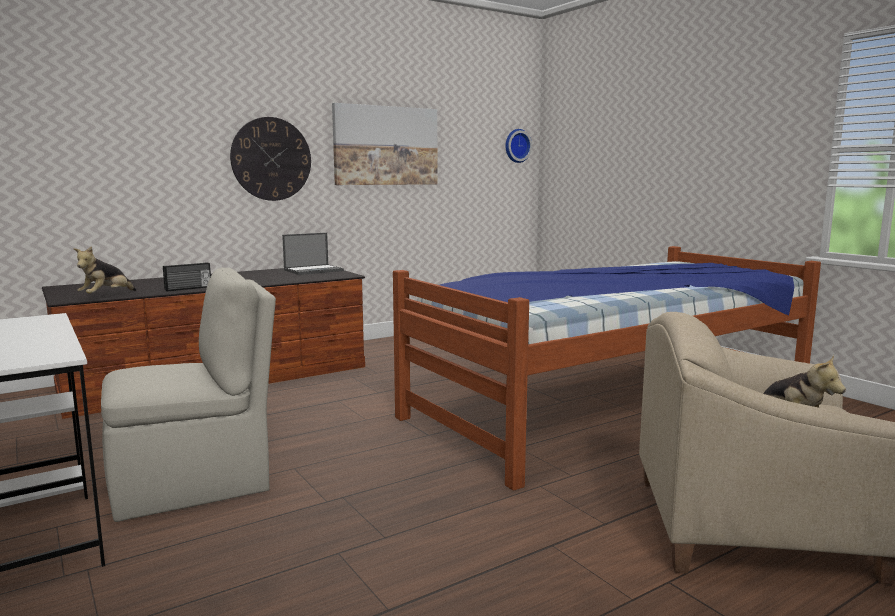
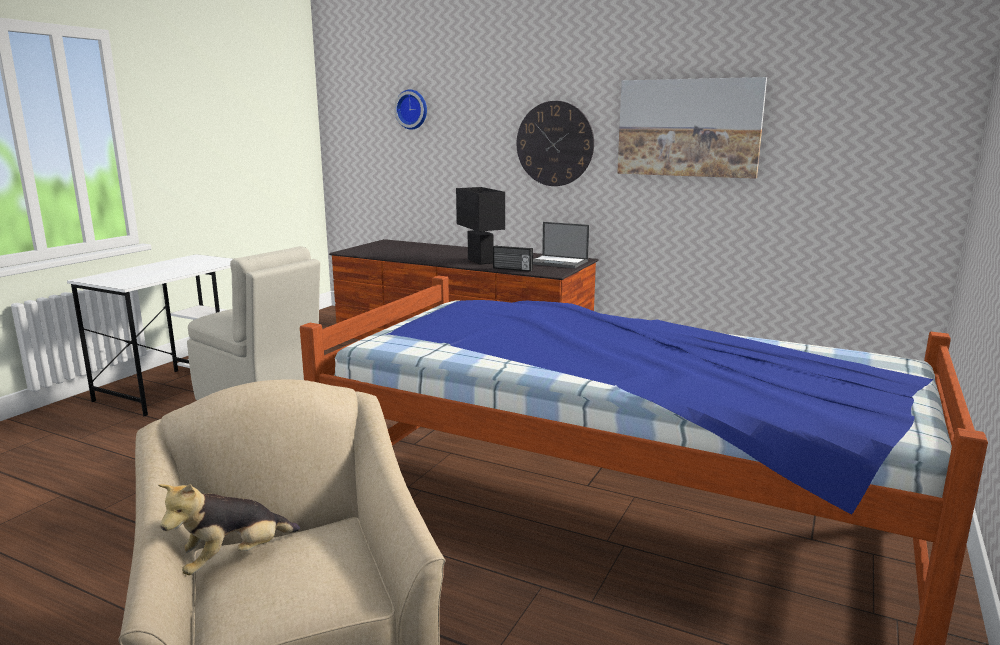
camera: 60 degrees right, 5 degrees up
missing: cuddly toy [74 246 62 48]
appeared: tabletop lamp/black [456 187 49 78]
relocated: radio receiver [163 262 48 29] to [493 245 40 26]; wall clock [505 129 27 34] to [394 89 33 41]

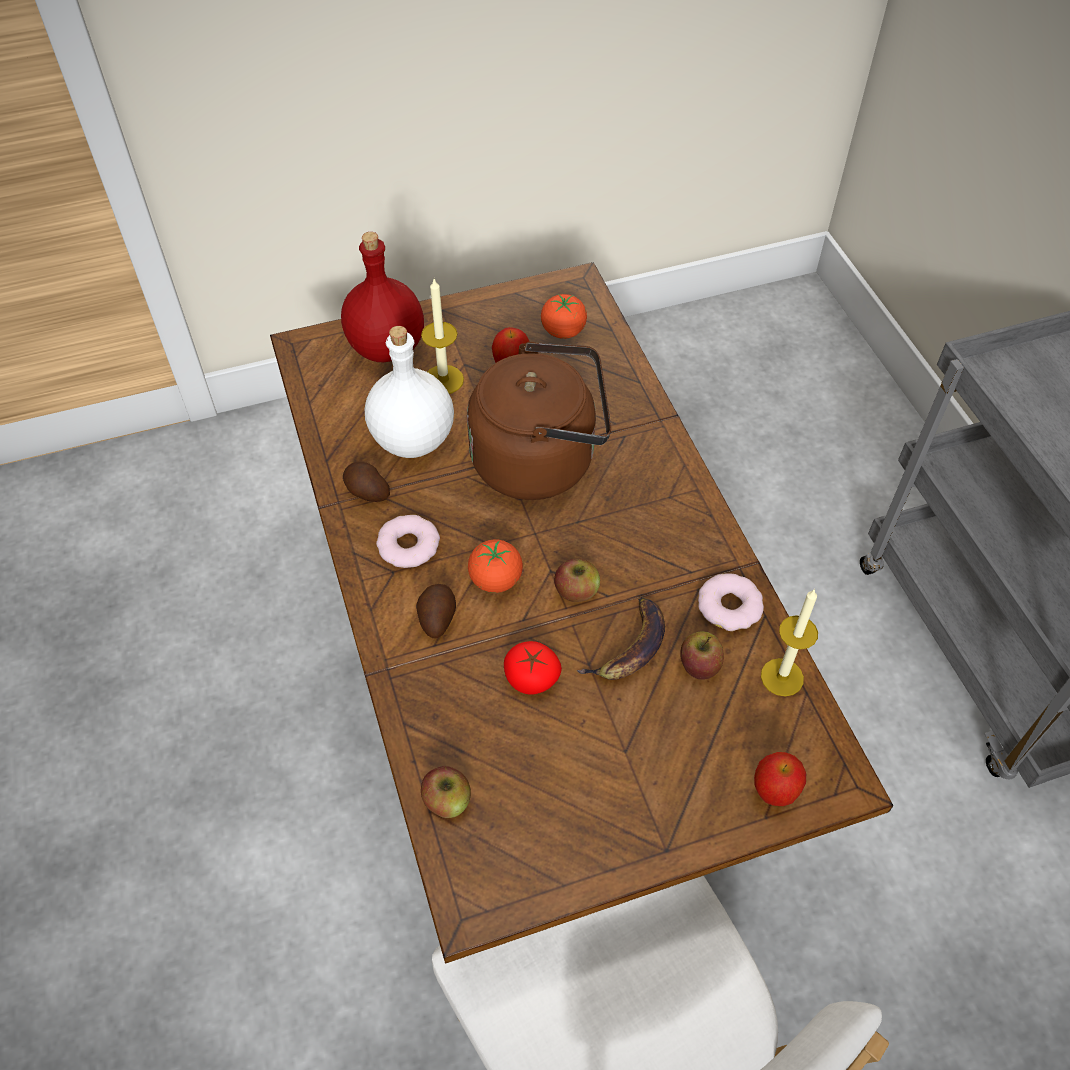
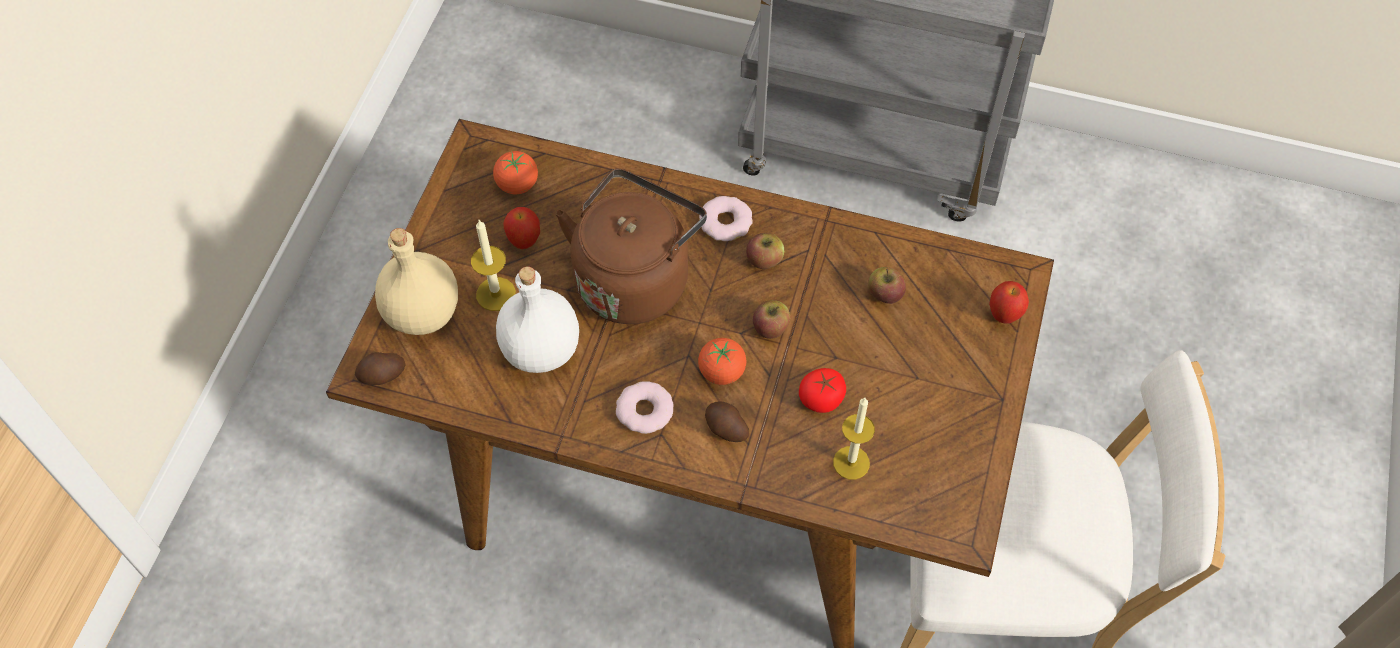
camera: 55 degrees left, 5 degrees up
missing: banana fruit [577 597 88 83]
relocated: potato [343 462 47 40] to [355 352 51 33]; apple [421 766 50 52] to [746 233 38 36]; doughnut [698 573 66 58] to [699 196 54 45]; wax light [761 589 57 107] to [833 398 42 82]
colour: bottle/red-coloured [341 232 83 130] to bottle/sand-coloured [375 228 83 107]

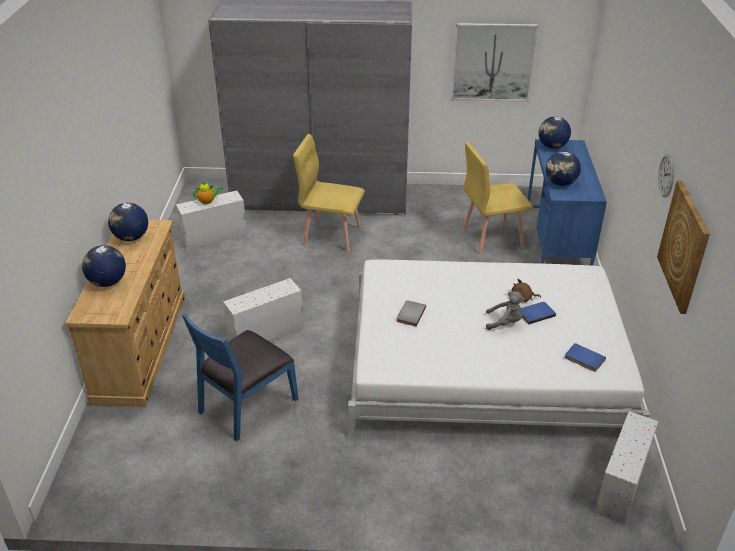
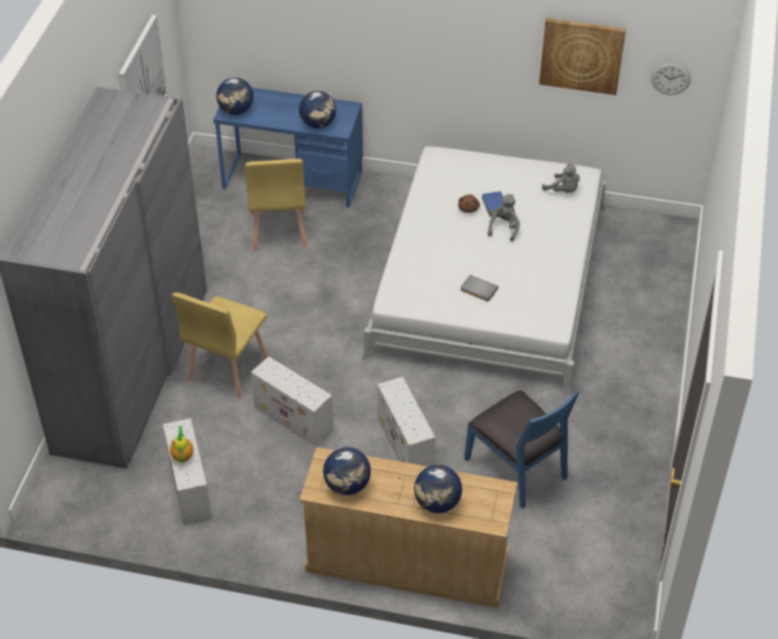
camera: 80 degrees left, 10 degrees up
relocated: storage container/whitish [595 411 63 113] to [251 356 83 91]; wall clock [658 153 16 44] to [651 63 39 32]
exchanged: book/blue [565 343 41 29] to cuddly toy/gray [542 164 38 29]

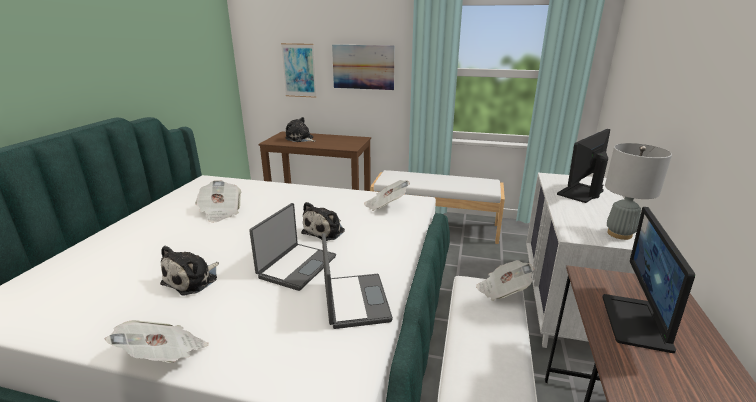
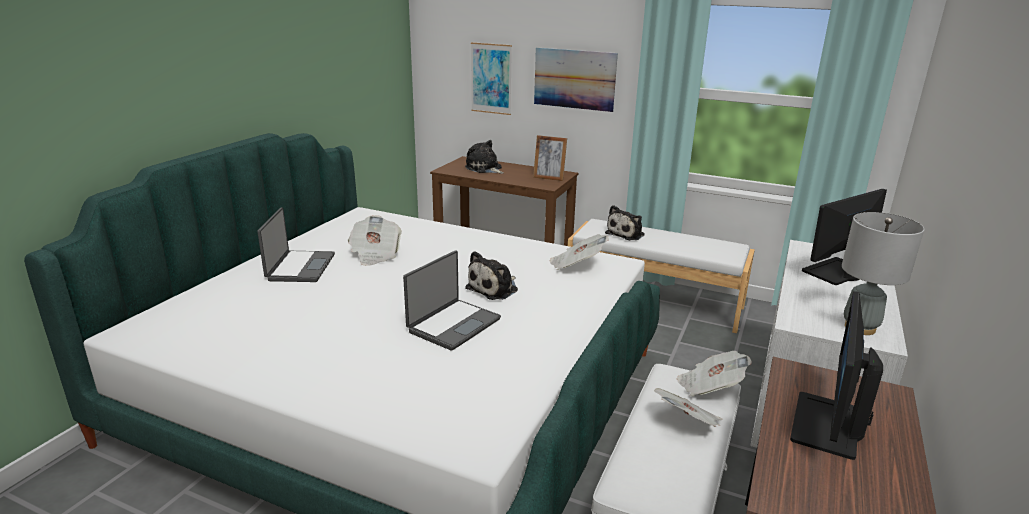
camera: 10 degrees right, 0 degrees up
appeared: photo frame [533 135 34 46]
relocated: newspaper [105 320 104 43] to [654 388 68 39]; cuddly toy [160 245 59 51] to [605 205 40 35]; portable computer [322 233 71 96] to [257 207 78 75]

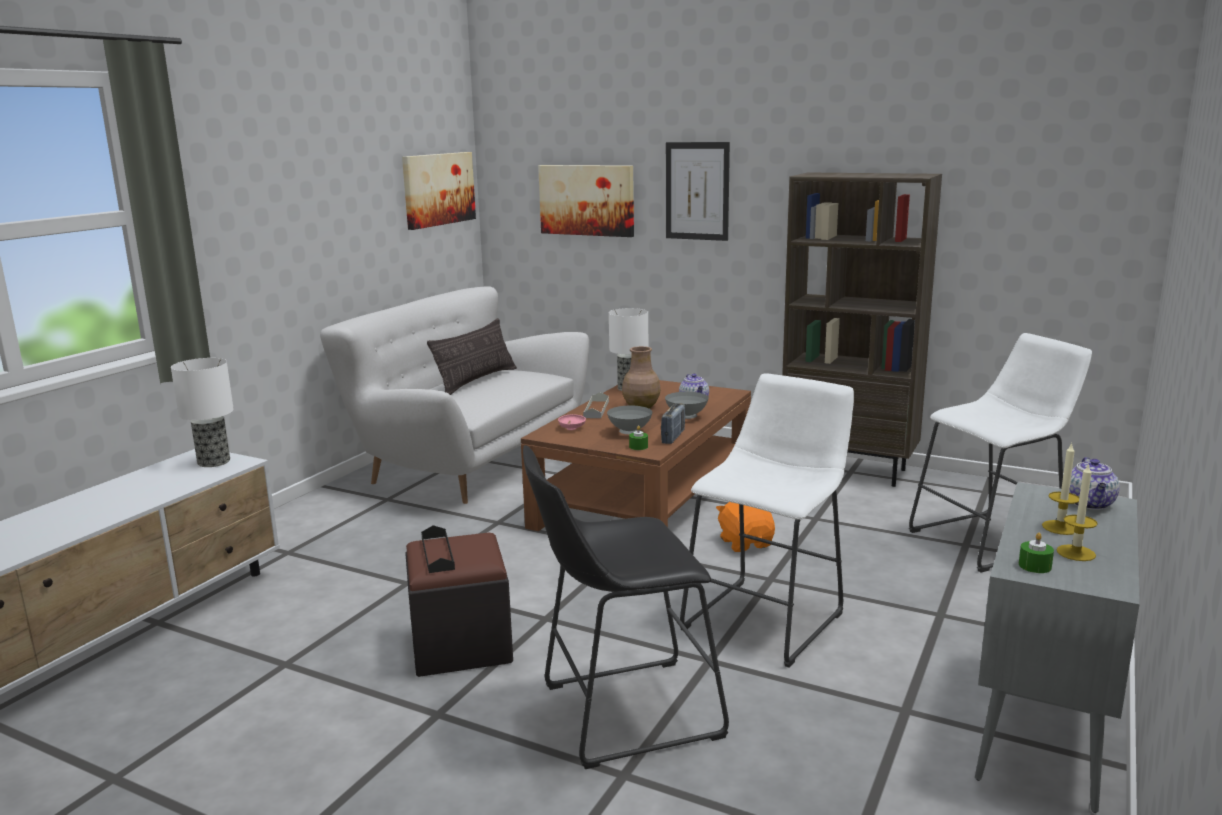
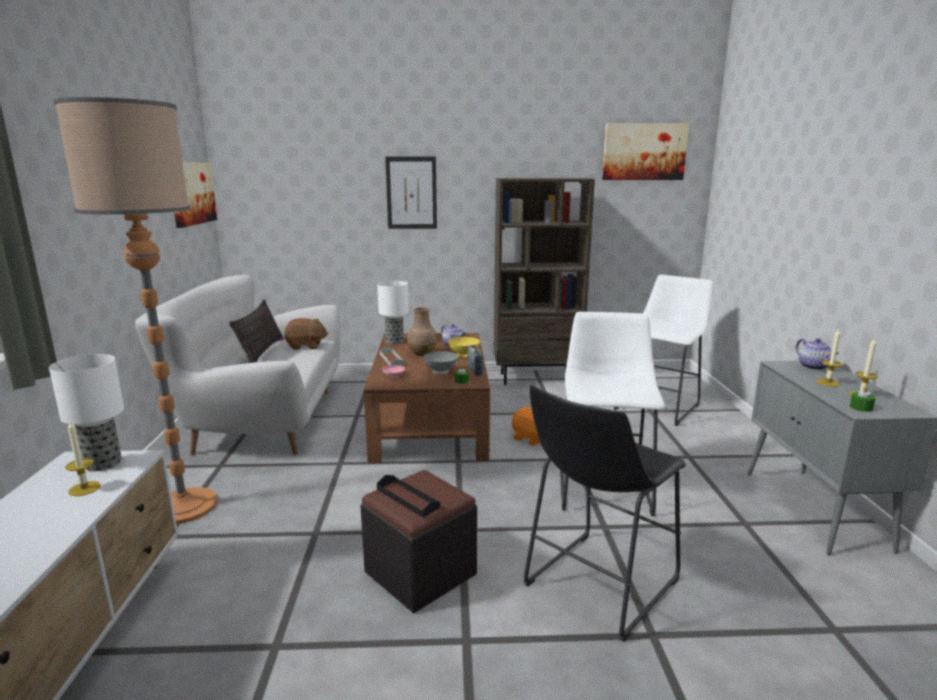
camera: 30 degrees left, 0 degrees up
appeared: standing lamp [53 97 164 427]; wax light [65 421 36 75]; cuddly toy/brownish [284 318 44 32]
relocated: wall art [538 165 96 72] to [602 123 87 57]
colour: serving bowl/gray [665 392 44 27] to serving bowl/yellow-coloured [448 337 32 20]

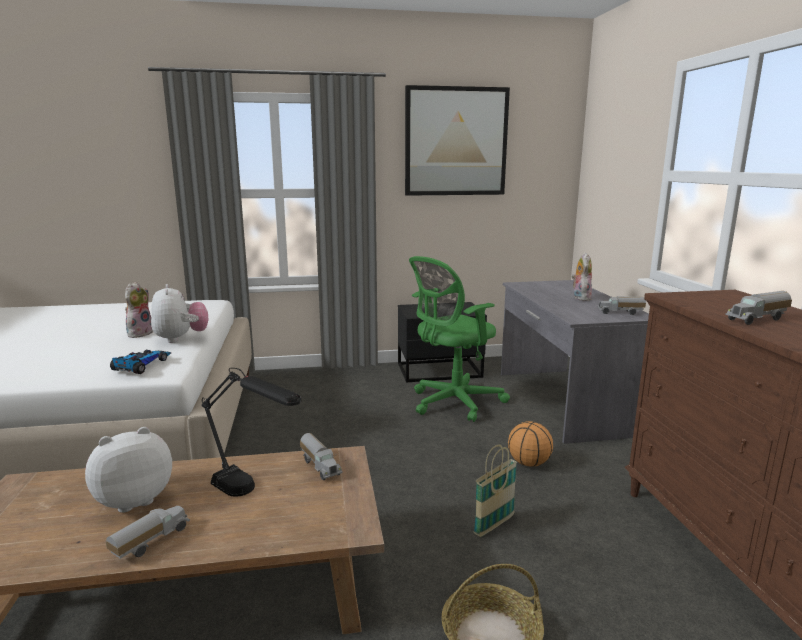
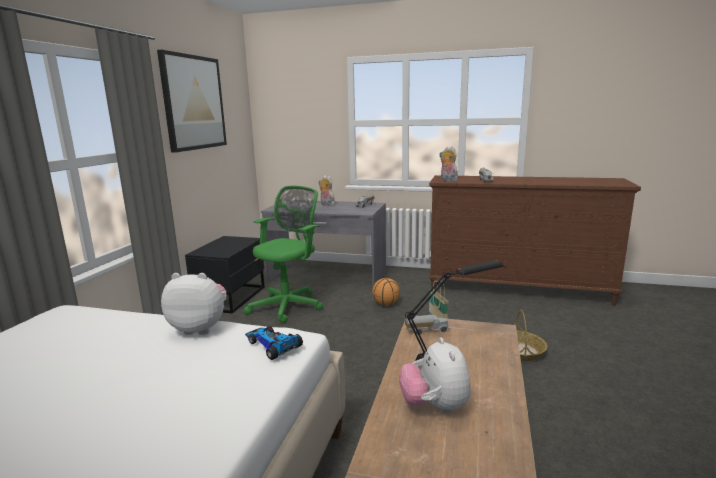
camera: 65 degrees left, 0 degrees up
missing: toy lorry [106 506 84 53]
relocated: cuddly toy [125 282 28 56] to [439 146 19 35]
spun: desk chair/greenish [409 256 101 166] = [243 186 80 137] 135 degrees counterclockwise

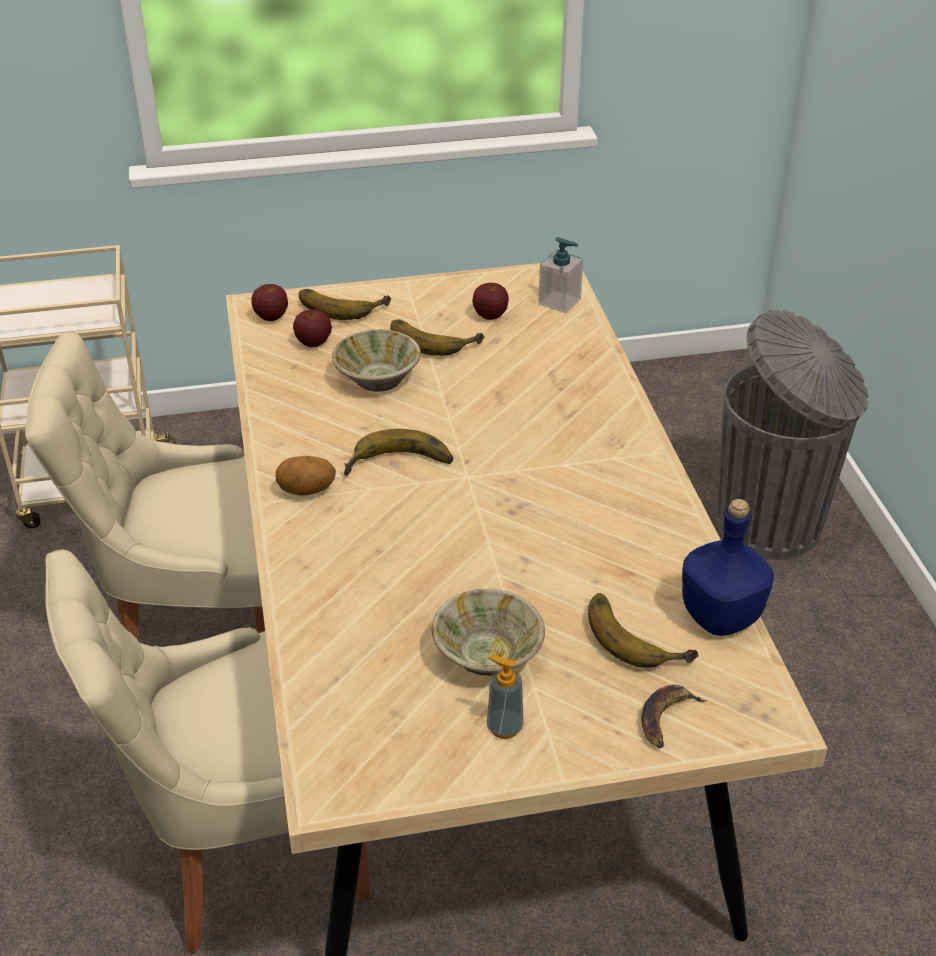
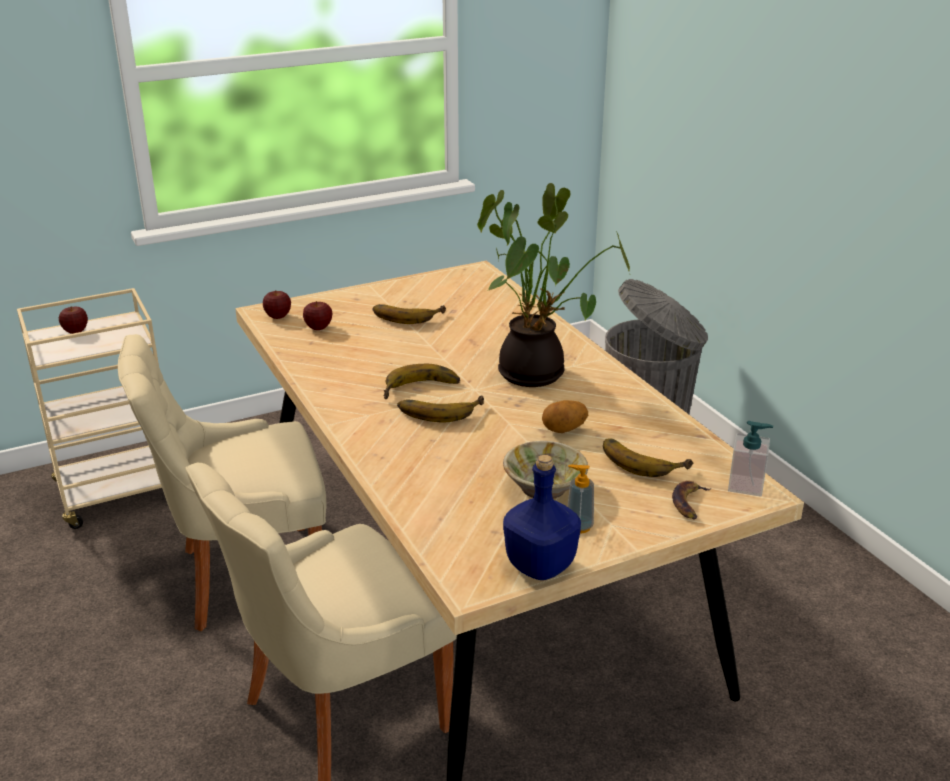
camera: 15 degrees left, 10 degrees down
missing: serving bowl/sand-coloured [332 329 89 63]
appeared: houseplant [477 183 153 204]
relocated: potato [276 456 60 40] to [542 400 46 33]; banana fruit [299 289 92 31] to [397 396 87 27]; apple [472 283 37 37] to [59 307 29 27]; soap bottle [538 237 45 76] to [728 421 45 76]; bottle/blue [682 499 92 137] to [503 455 78 125]

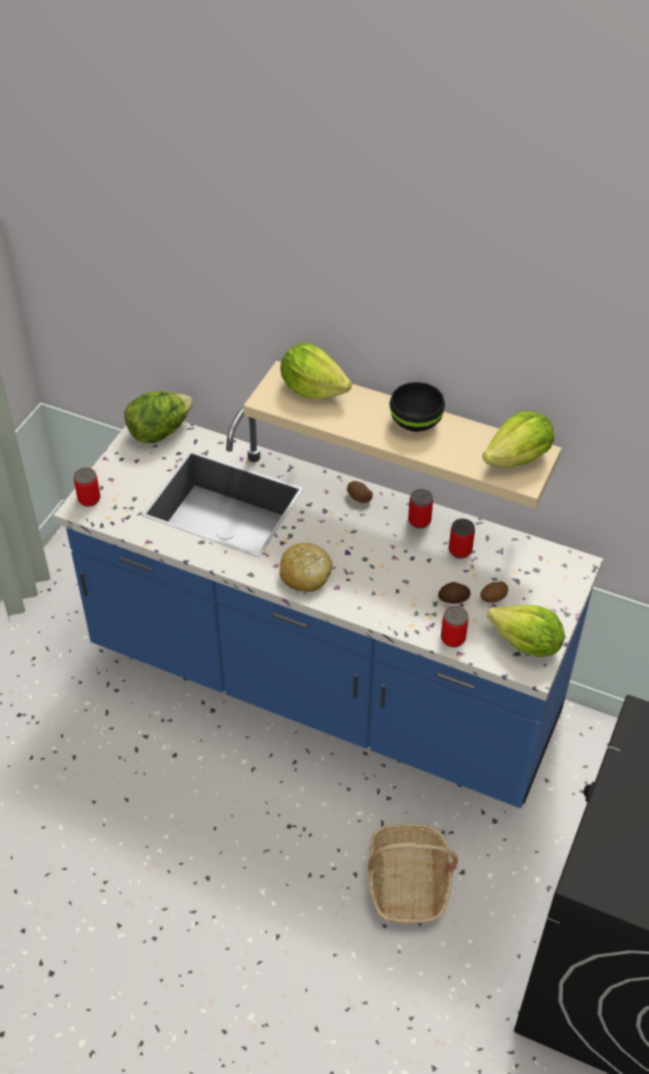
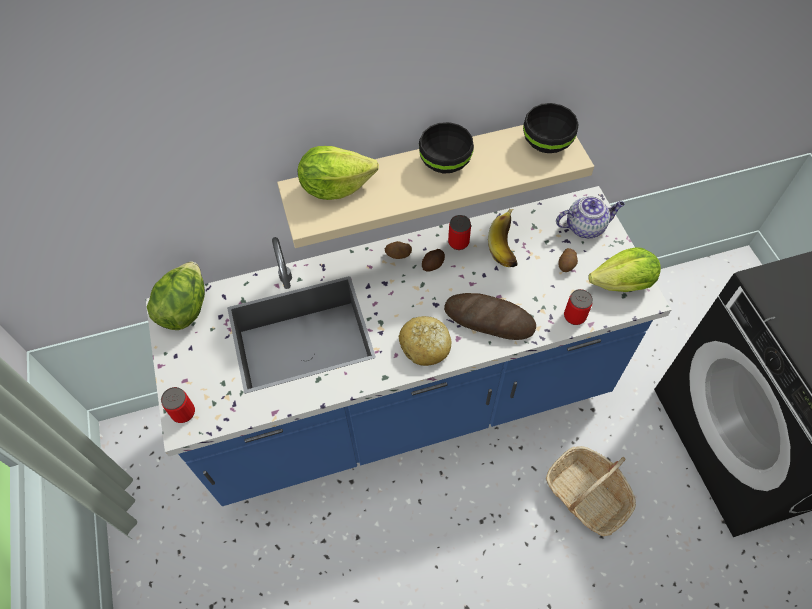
camera: 40 degrees left, 10 degrees up
appeared: bakery bread [444 293 92 47]; teapot [556 196 69 42]
relocated: potato [438 582 33 22] to [422 249 23 23]
exchanged: can [449 519 26 39] to banana fruit [488 209 29 58]; lettuce head [482 411 72 56] to serving bowl/black [523 103 55 50]

